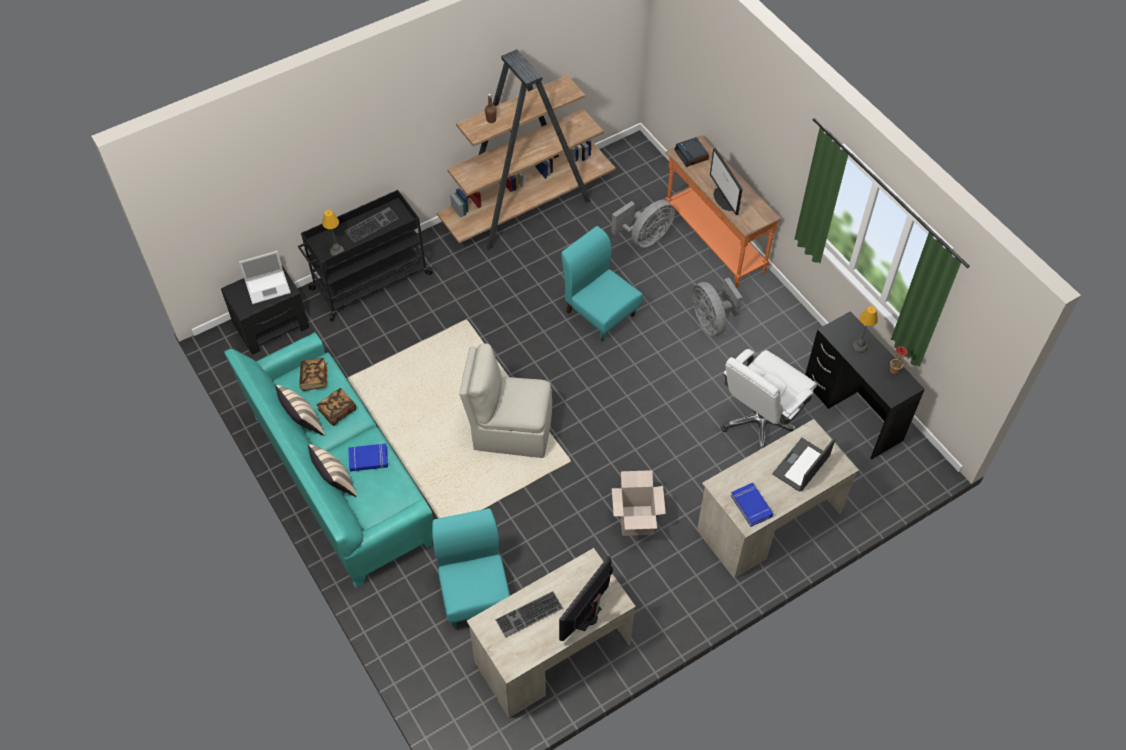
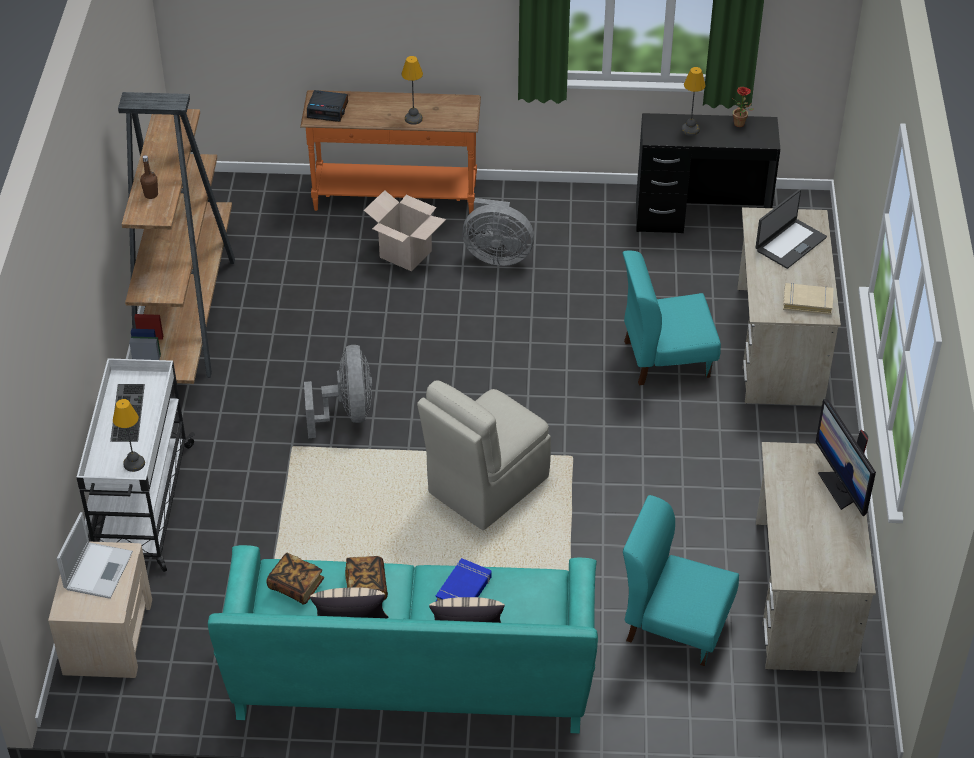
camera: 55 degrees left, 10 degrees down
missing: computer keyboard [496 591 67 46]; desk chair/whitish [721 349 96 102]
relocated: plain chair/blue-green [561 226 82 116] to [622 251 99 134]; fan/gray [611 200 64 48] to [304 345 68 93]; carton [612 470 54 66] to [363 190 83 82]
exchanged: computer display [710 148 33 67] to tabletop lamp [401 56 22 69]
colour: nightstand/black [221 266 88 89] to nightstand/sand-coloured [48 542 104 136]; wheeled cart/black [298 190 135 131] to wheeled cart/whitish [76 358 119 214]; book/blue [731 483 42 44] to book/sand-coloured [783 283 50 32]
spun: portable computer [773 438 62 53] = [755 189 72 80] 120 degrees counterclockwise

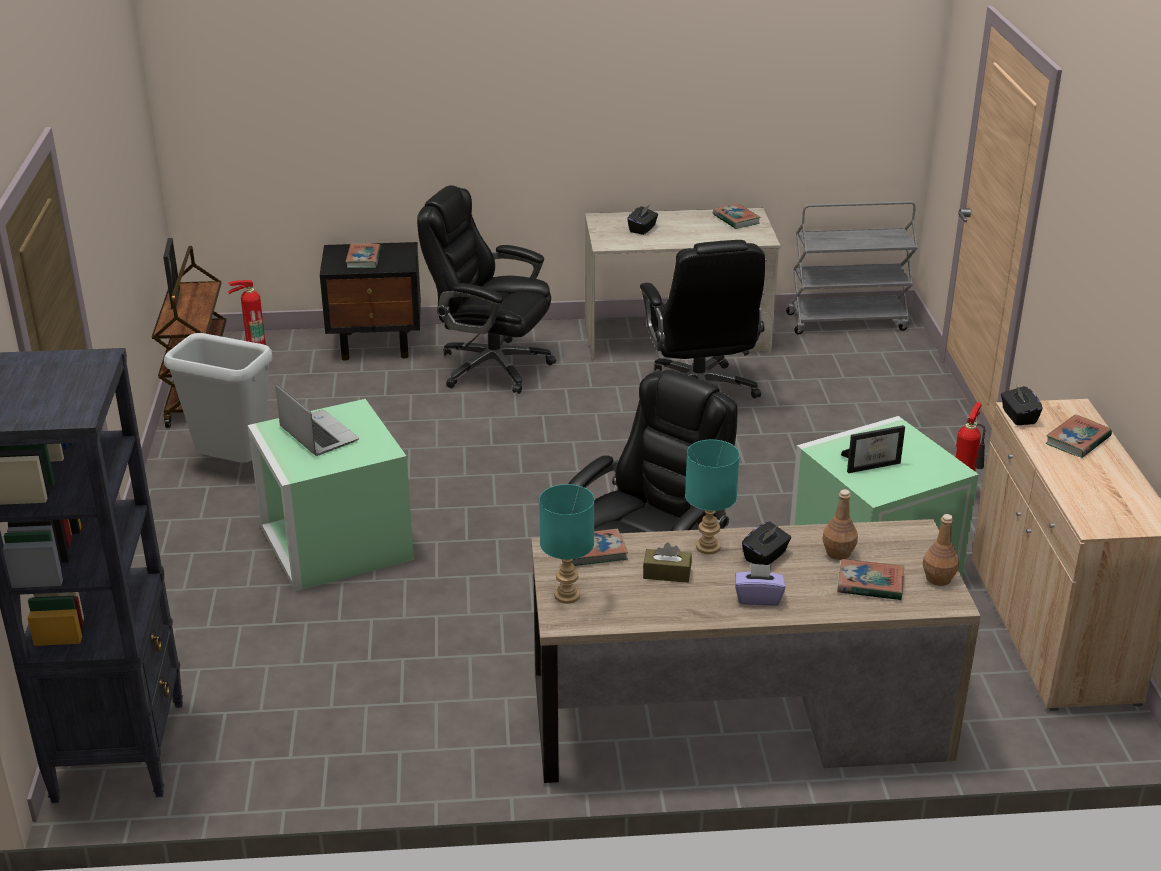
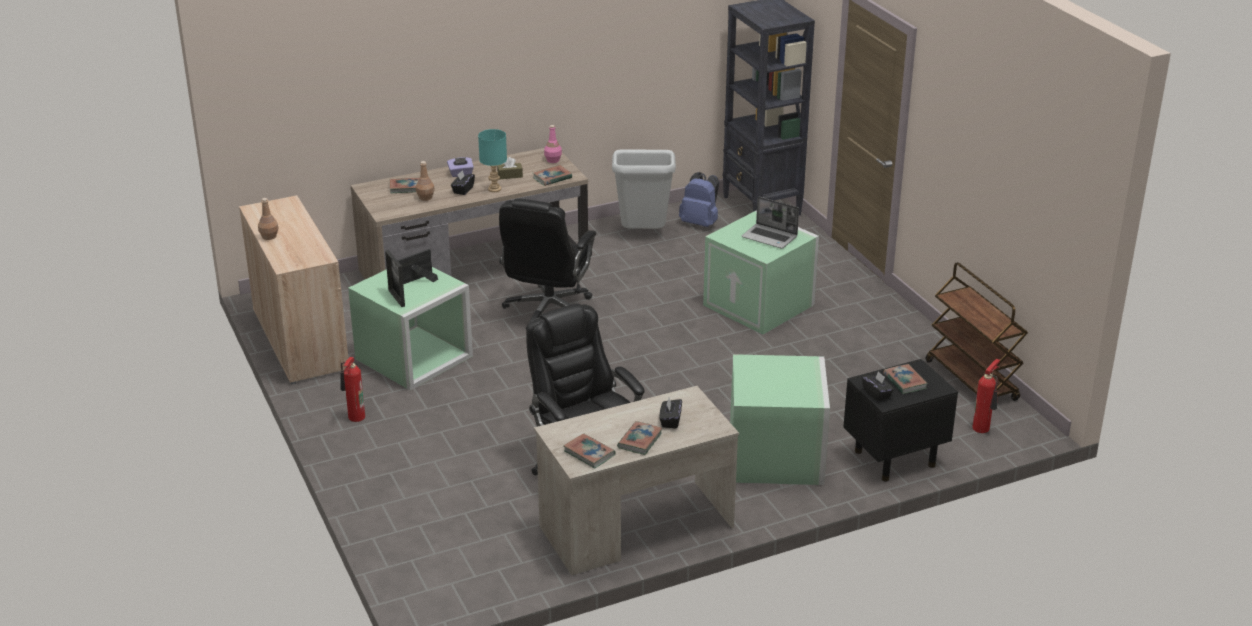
camera: 160 degrees right, 0 degrees up
missing: wheeled cart/gray [786 201 132 133]
appeared: backpack/blue [679 172 40 55]
relocated: photo frame [163 238 17 71] to [385 250 20 57]; waste bin/gray [164 333 109 130] to [612 150 64 79]; bottle/brownish [922 514 37 72] to [258 198 20 42]; tissue holder/black [1001 384 42 41] to [862 371 32 31]; book [1046 414 66 44] to [617 421 46 34]
exchanged: desk chair/black [417 185 139 209] to storage container/greenish [730 354 100 131]; tabletop lamp/blue-green [539 484 55 120] to bottle/pink [544 125 18 38]

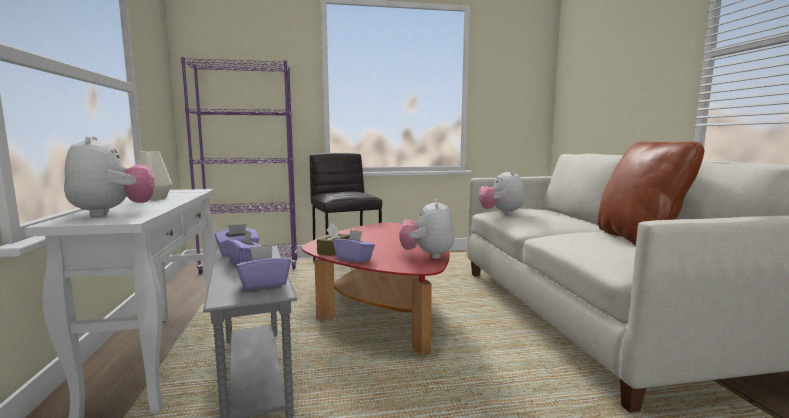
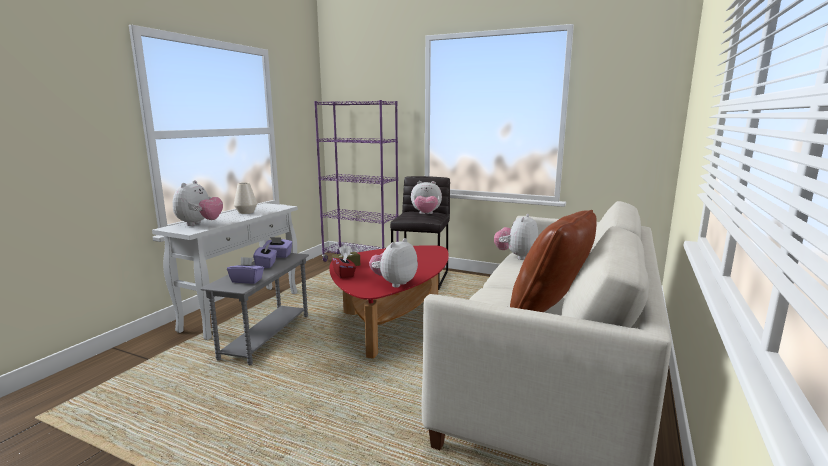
camera: 35 degrees right, 5 degrees up
appeared: cuddly toy [411 181 31 33]
colour: tissue holder/purple [333 230 42 33] to tissue holder/red-coloured [332 253 24 26]

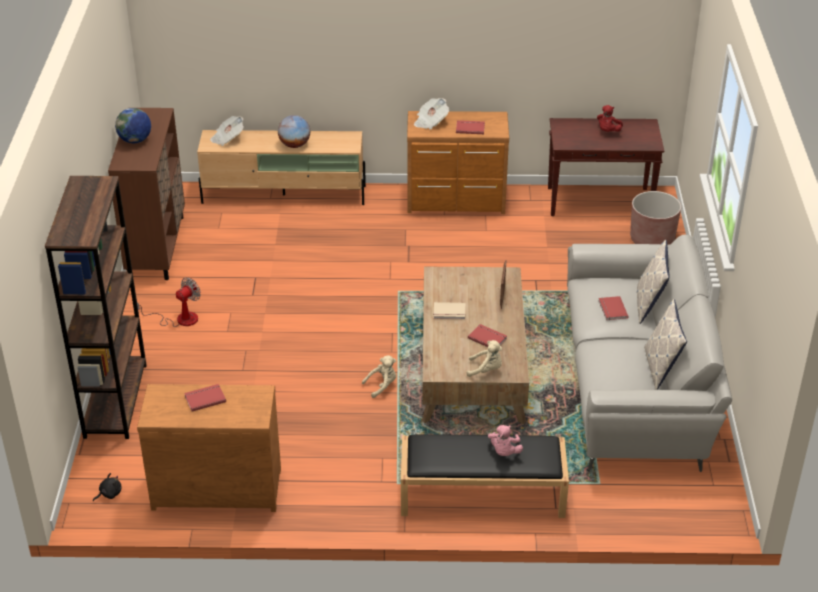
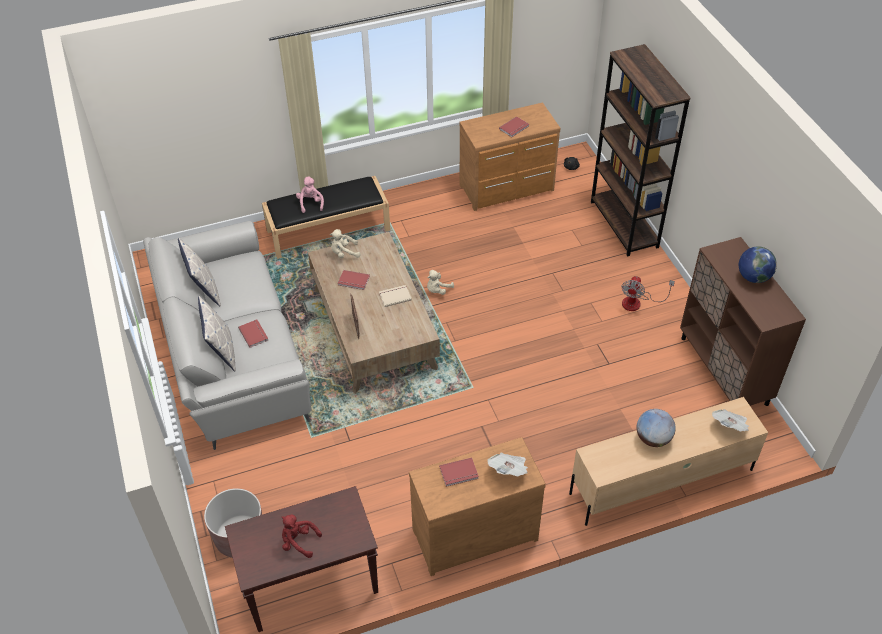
camera: 160 degrees right, 10 degrees up
spun: cuddly toy/red-coloured [597 105 26 27] = [282 514 40 44] 75 degrees counterclockwise

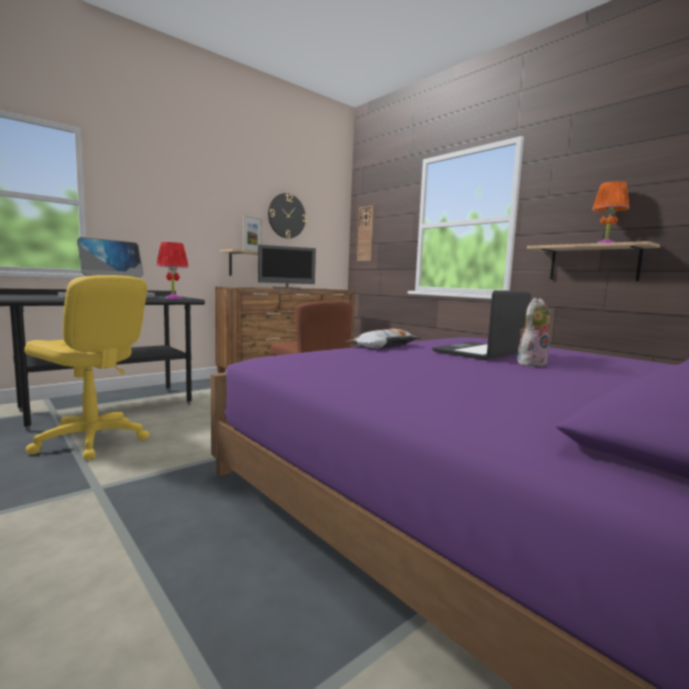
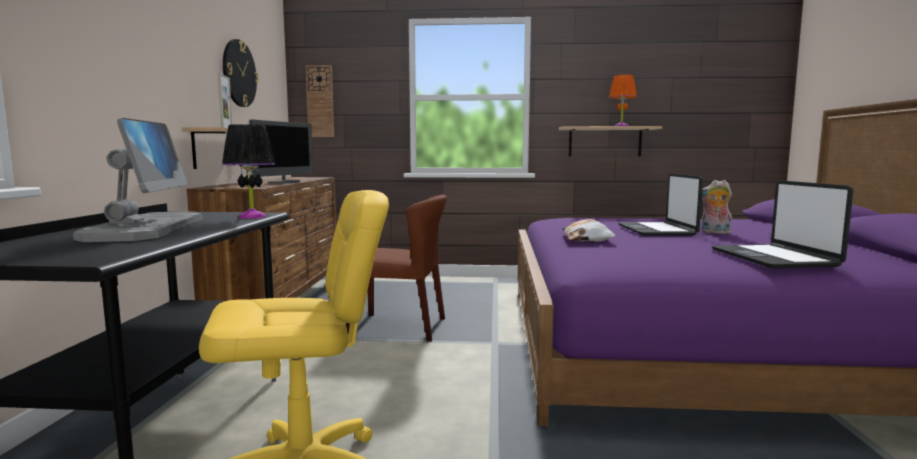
camera: 45 degrees left, 0 degrees up
appeared: portable computer [712 180 141 88]
colour: tabletop lamp/red-coloured [156 242 33 57] to tabletop lamp/black [222 124 53 95]
spun: cuddly toy [517 298 35 68] = [701 180 31 54] 75 degrees counterclockwise

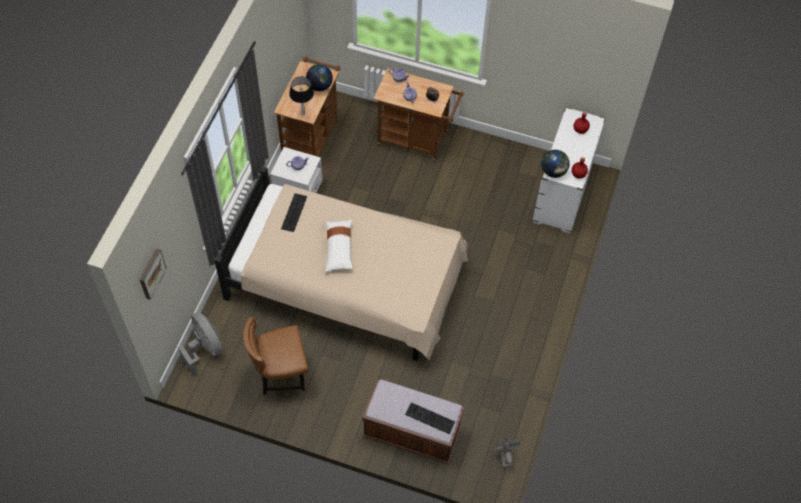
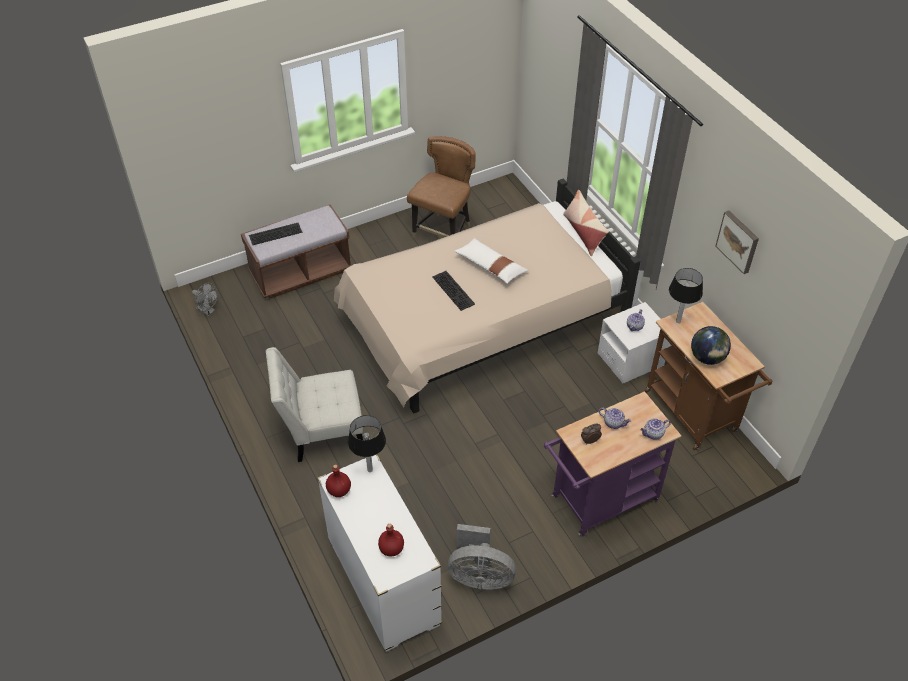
camera: 135 degrees right, 10 degrees down
appeared: plain chair/whitish [266 347 97 115]; pillow [563 190 46 66]
relocated: wall art [139 248 28 52] to [716 210 43 64]; fan/gray [178 312 45 64] to [448 524 68 66]; computer keyboard [281 193 26 39] to [432 271 43 40]
exchanged: world globe [541 150 29 28] to tabletop lamp [348 415 38 57]
colour: wheeled cart/brownish [374 68 90 94] to wheeled cart/purple [544 391 138 146]

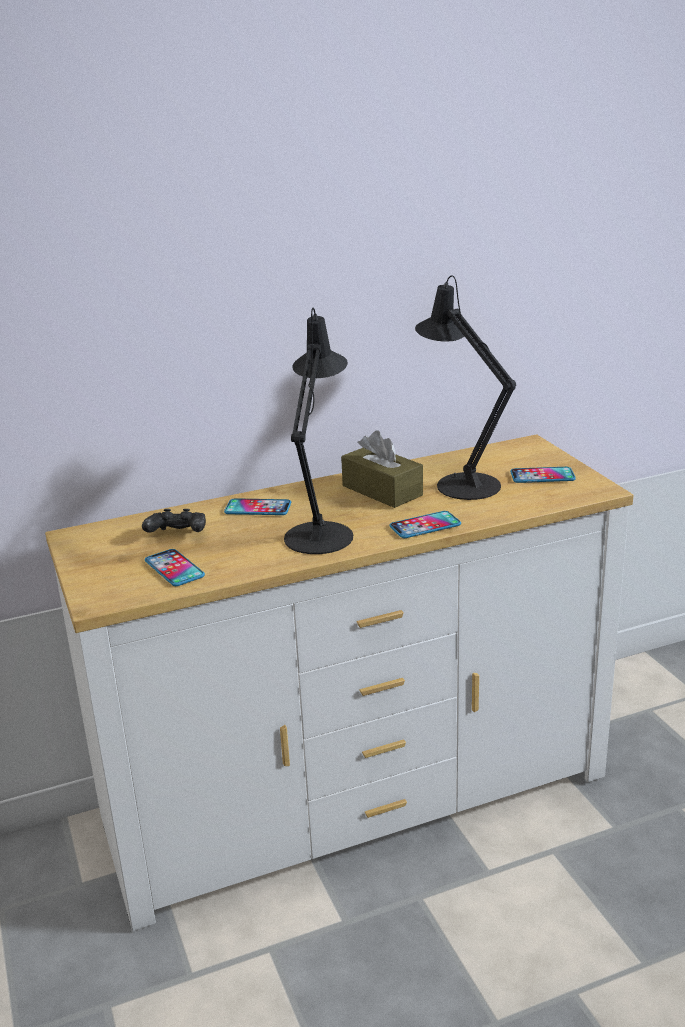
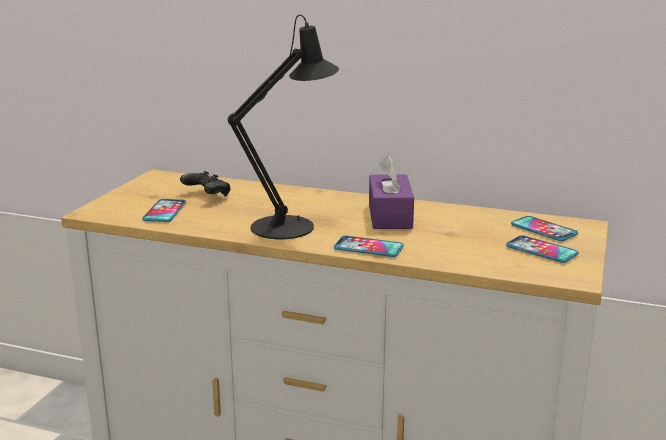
camera: 40 degrees right, 5 degrees down
missing: tabletop lamp/black [415 275 101 225]
relocated: handset [224 498 67 17] to [511 216 67 25]
colour: tissue holder/brownish [341 430 82 78] to tissue holder/purple [369 155 45 74]

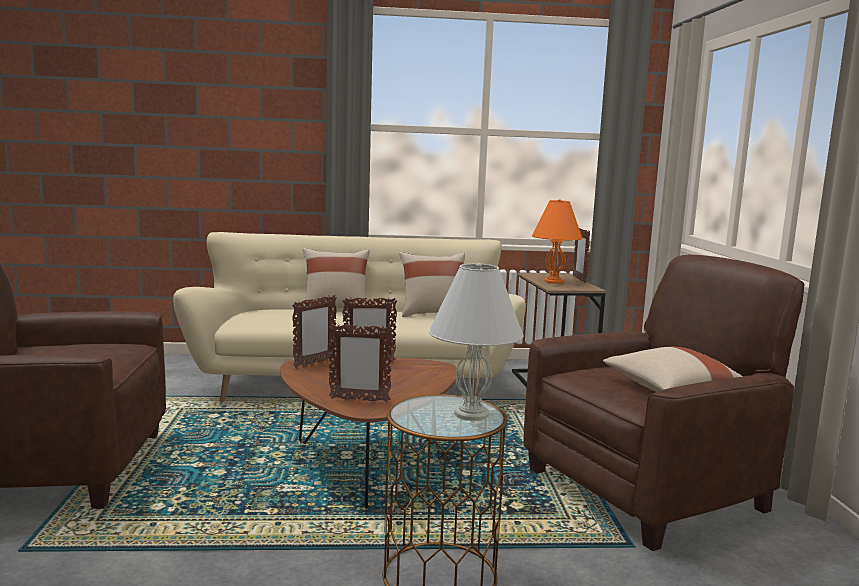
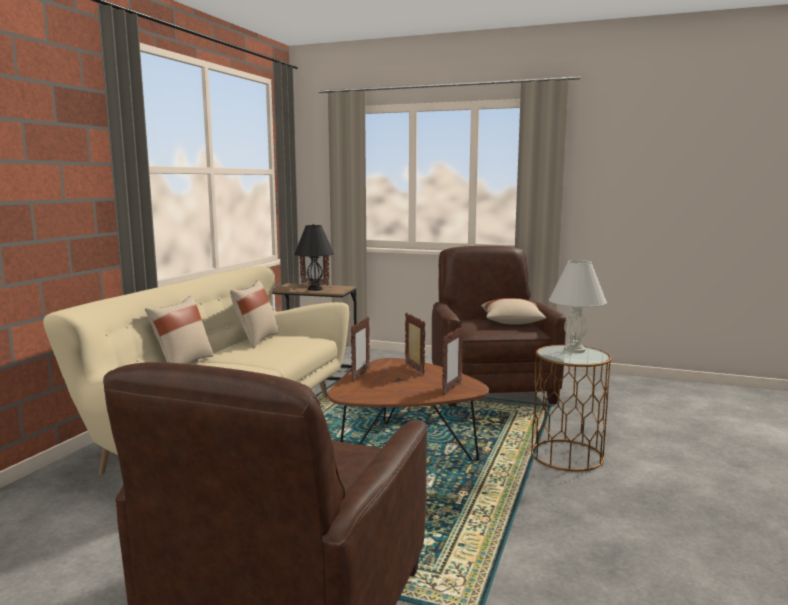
camera: 65 degrees left, 0 degrees up
relocated: photo frame [292 295 45 73] to [405 312 21 62]
colour: tabletop lamp/orangey [532 199 51 85] to tabletop lamp/black [294 224 40 67]

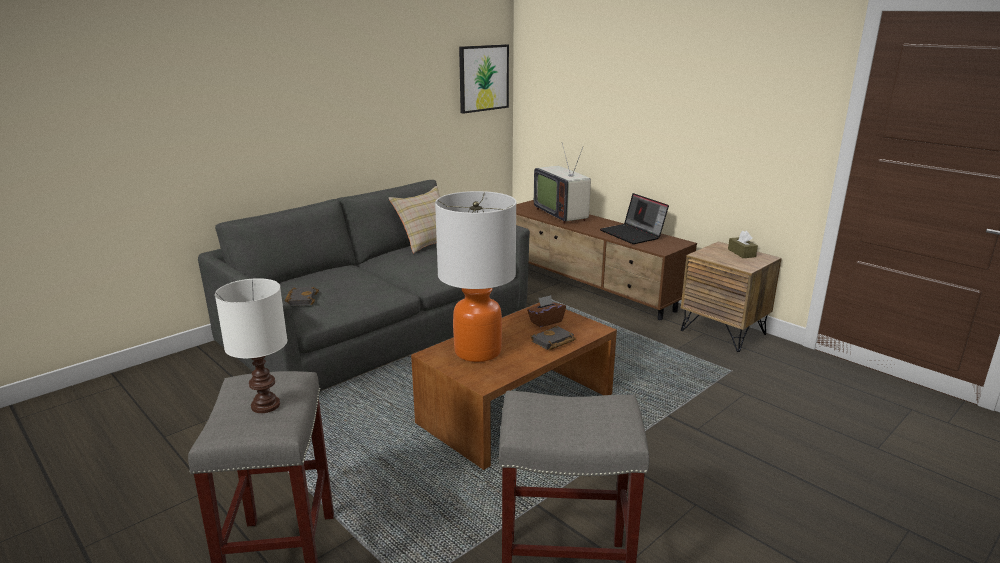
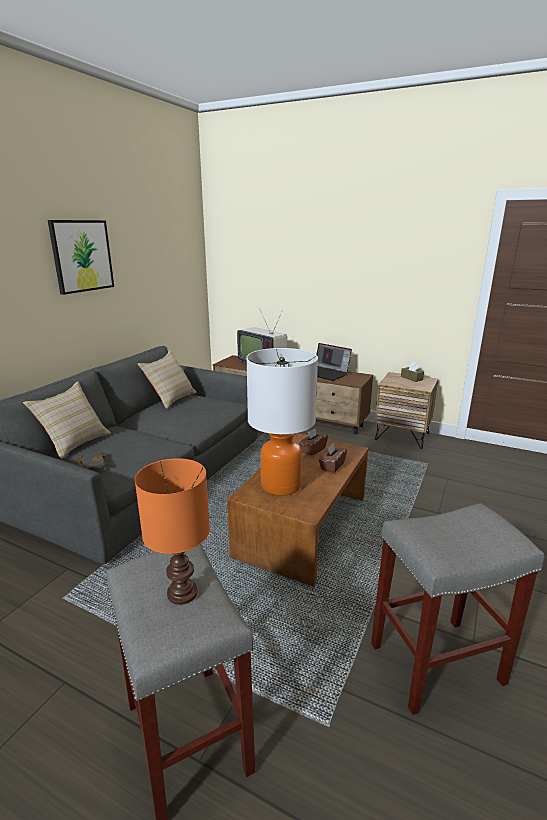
camera: 20 degrees left, 0 degrees up
appeared: pillow/sand-coloured [23 381 88 78]
relocated: wall art [459 44 50 70] to [48 220 66 75]
exchanged: book/black [530 326 46 24] to tissue holder/brownish [319 443 28 30]
colour: tabletop lamp/whitish [215 278 72 135] to tabletop lamp/orangey [135 458 75 147]

